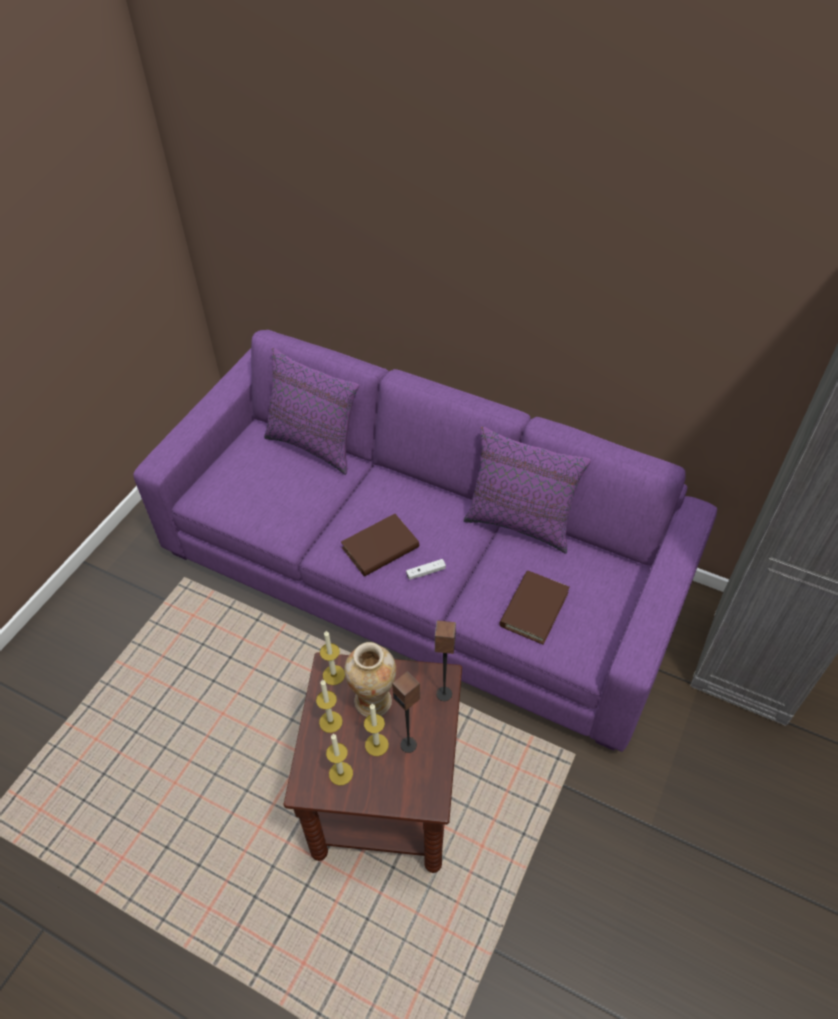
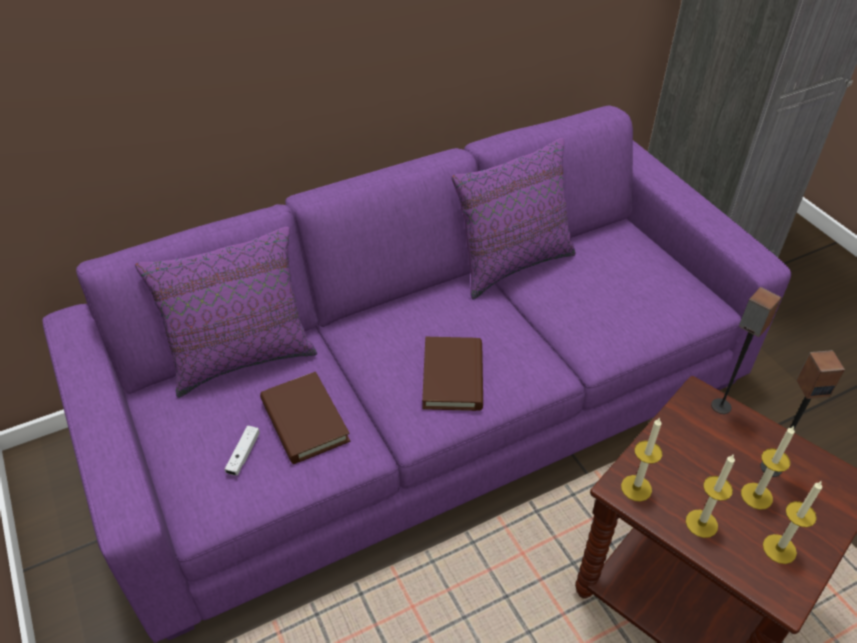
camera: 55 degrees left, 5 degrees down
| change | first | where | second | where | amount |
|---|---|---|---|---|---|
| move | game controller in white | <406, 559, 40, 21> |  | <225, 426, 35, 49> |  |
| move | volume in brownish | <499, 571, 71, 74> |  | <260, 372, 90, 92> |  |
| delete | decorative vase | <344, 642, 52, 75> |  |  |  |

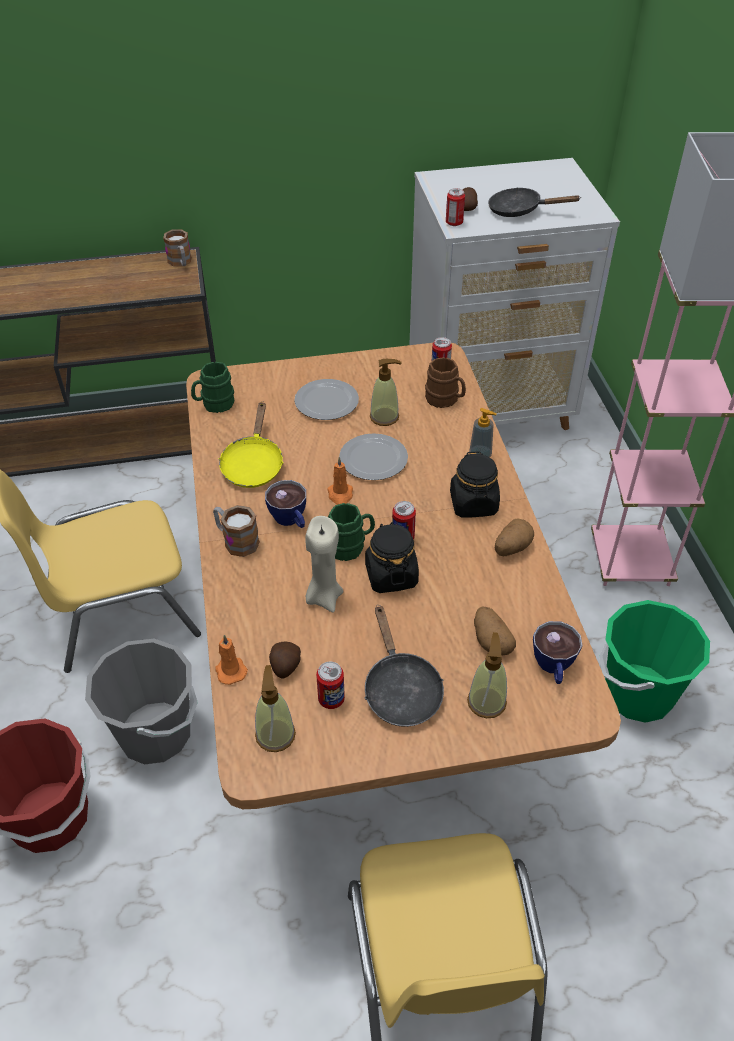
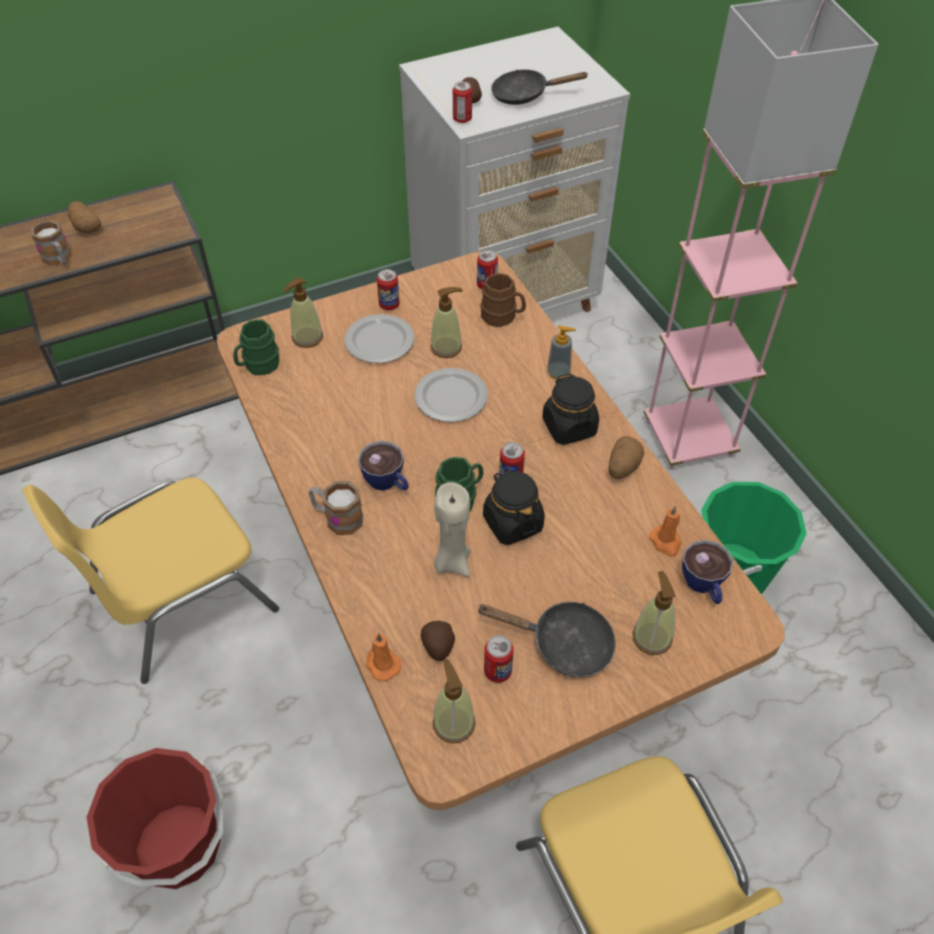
camera: 15 degrees left, 5 degrees up
| change | first | where | second | where | amount |
|---|---|---|---|---|---|
| move | coffee mug | <163, 229, 29, 38> |  | <31, 220, 40, 46> |  |
| move | whole potato | <474, 607, 42, 49> |  | <68, 201, 33, 32> |  |
| insert |  |  | liquid soap bottle | <283, 277, 40, 71> |  |
| insert |  |  | can | <377, 269, 23, 41> |  |
| rotate | skillet in black-coloured | <365, 606, 79, 121> |  | <477, 602, 139, 75> | 45 degrees counterclockwise |
| move | wax candle in orange-coloured | <327, 457, 26, 48> |  | <649, 506, 33, 51> |  |
| delete | pail in grey | <85, 639, 113, 125> |  |  |  |
| delete | skillet in yellow | <219, 401, 65, 87> |  |  |  |

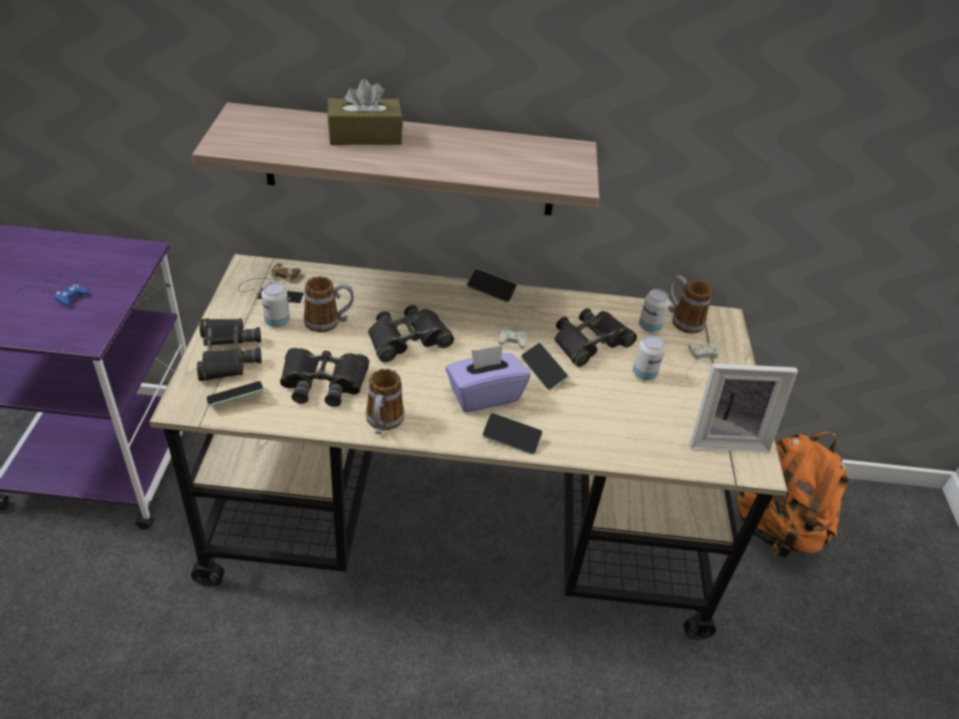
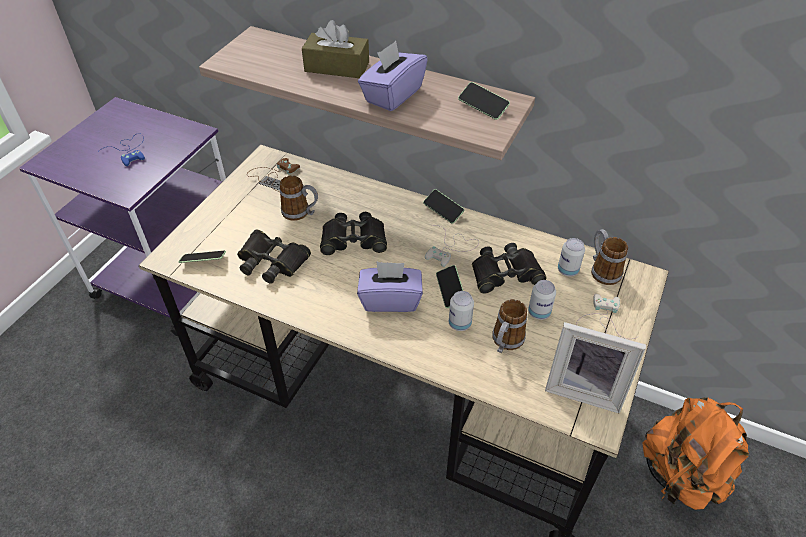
camera: 25 degrees right, 5 degrees up
| change | first | where | second | where | amount |
|---|---|---|---|---|---|
| insert |  |  | tissue holder in purple-coloured | <358, 41, 70, 70> |  |
| move | can | <261, 282, 29, 46> |  | <449, 291, 25, 40> |  |
| move | telephone | <482, 412, 61, 43> |  | <458, 82, 52, 38> |  |
| move | coffee mug | <366, 369, 39, 65> |  | <492, 299, 35, 54> |  |
| delete | field glasses in black-coloured | <197, 319, 65, 62> |  |  |  |

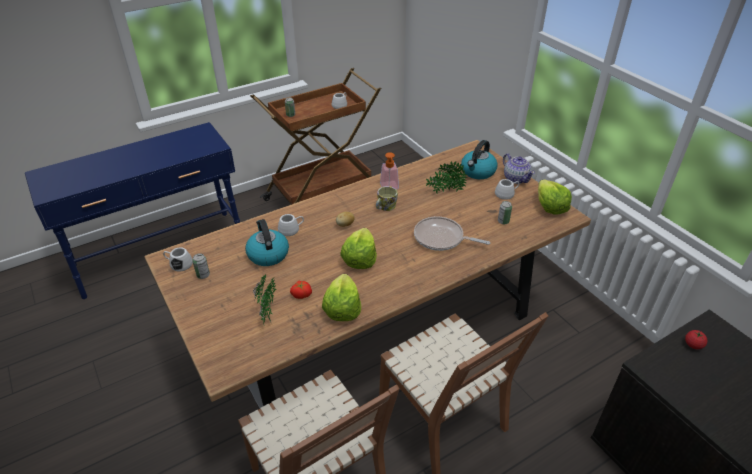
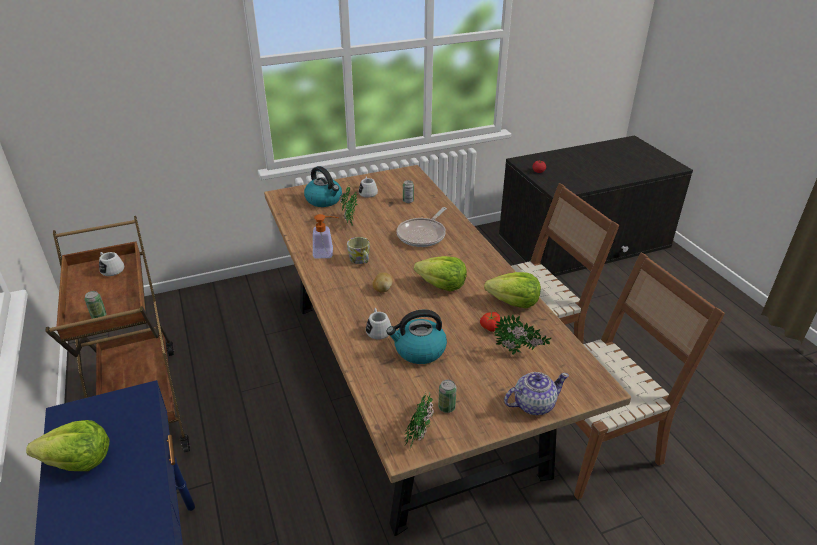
camera: 80 degrees left, 5 degrees down
| change | first | where | second | where | amount |
|---|---|---|---|---|---|
| move | lettuce head | <538, 180, 34, 35> |  | <26, 420, 84, 51> |  |
| replace | coffee mug in white | <163, 247, 30, 25> | houseplant | <404, 392, 30, 58> |  |
| move | pot for tea | <503, 153, 32, 31> |  | <504, 372, 65, 43> |  |

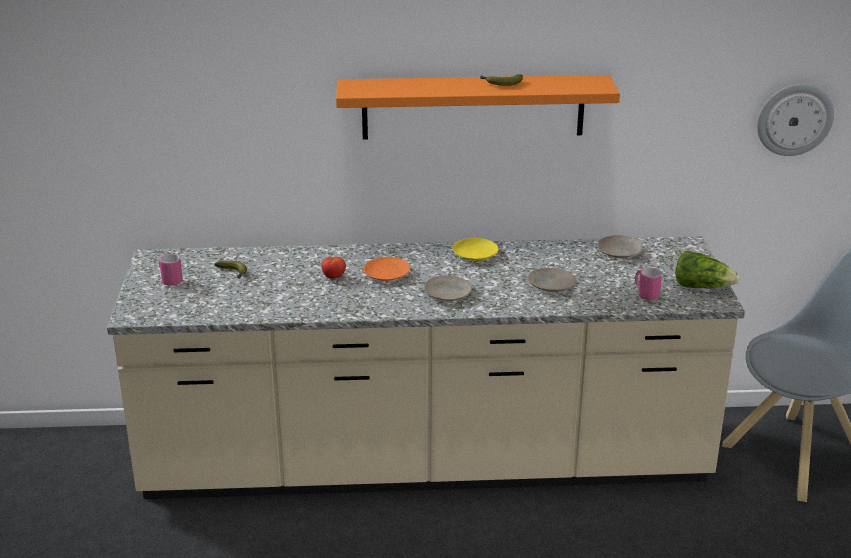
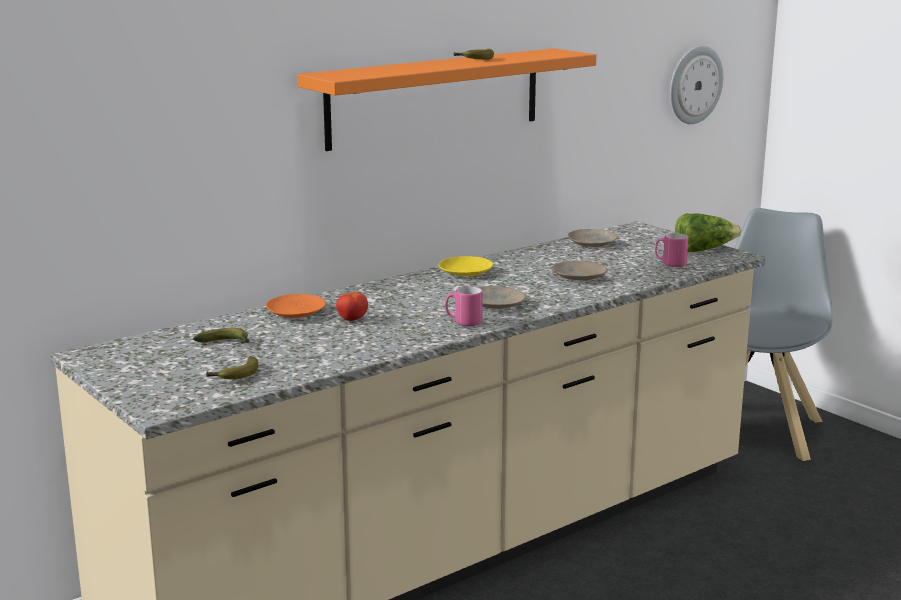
camera: 35 degrees left, 10 degrees down
| change | first | where | second | where | amount |
|---|---|---|---|---|---|
| insert |  |  | banana | <206, 356, 52, 23> |  |
| move | flat dish in orange-coloured | <364, 257, 46, 24> |  | <266, 294, 60, 24> |  |
| move | coffee mug in pinkish | <159, 254, 24, 32> |  | <445, 286, 38, 40> |  |

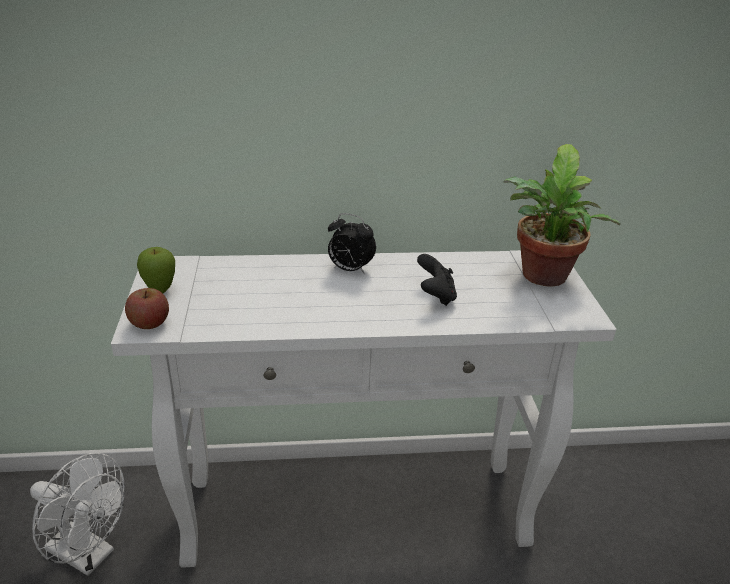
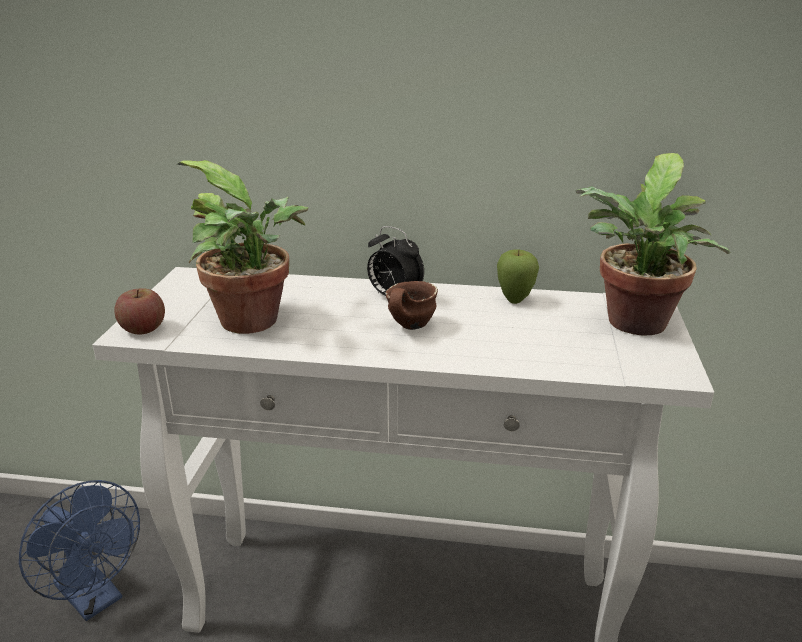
camera: 15 degrees right, 5 degrees down
| change | first | where | second | where | amount |
|---|---|---|---|---|---|
| recolor | cooling fan in white | <30, 453, 95, 123> | cooling fan in bluish | <19, 480, 121, 141> |  |
| insert |  |  | houseplant | <176, 160, 132, 174> |  |
| insert |  |  | coffee mug in brownish | <385, 281, 53, 49> |  |
| move | apple | <137, 247, 38, 46> |  | <497, 249, 42, 55> |  |
| delete | game controller in black-coloured | <417, 254, 40, 52> |  |  |  |

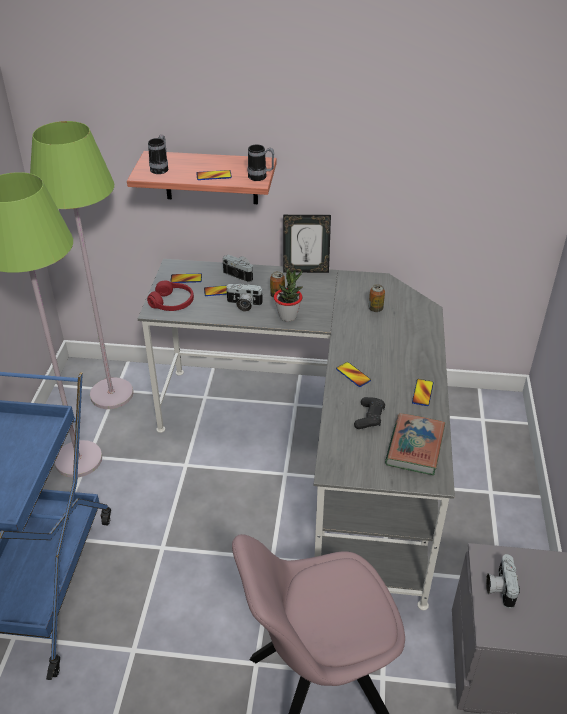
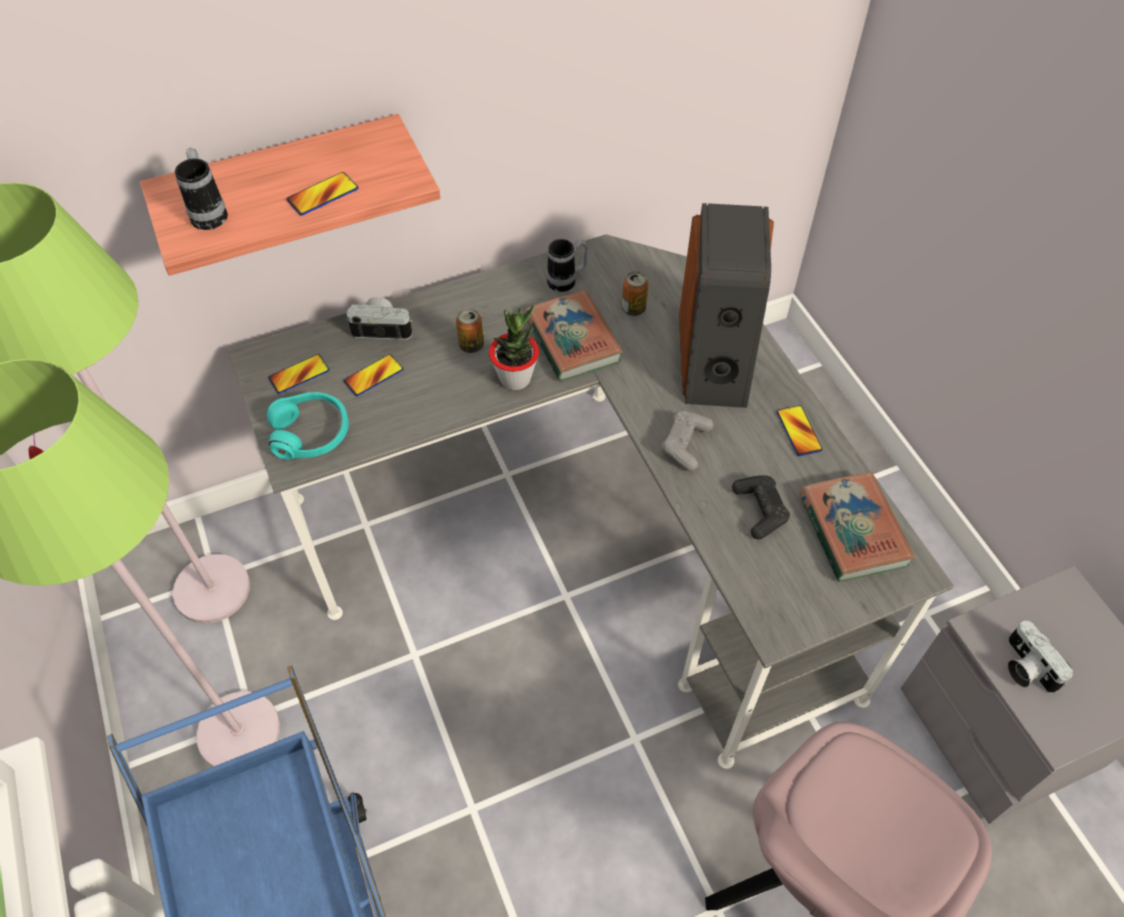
camera: 30 degrees left, 15 degrees up
| change | first | where | second | where | amount |
|---|---|---|---|---|---|
| recolor | pair of headphones in red | <147, 281, 47, 30> | pair of headphones in turquoise-coloured | <267, 392, 82, 68> |  |
| insert |  |  | volume | <525, 290, 98, 91> |  |
| move | coffee mug | <248, 144, 26, 37> |  | <547, 239, 40, 53> |  |
| replace | telephone | <336, 362, 35, 25> | game controller in grey | <662, 411, 51, 60> |  |
| insert |  |  | speaker | <679, 203, 95, 205> |  |
| delete | still camera | <225, 284, 39, 28> |  |  |  |
| delete | standing frame | <283, 215, 48, 58> |  |  |  |

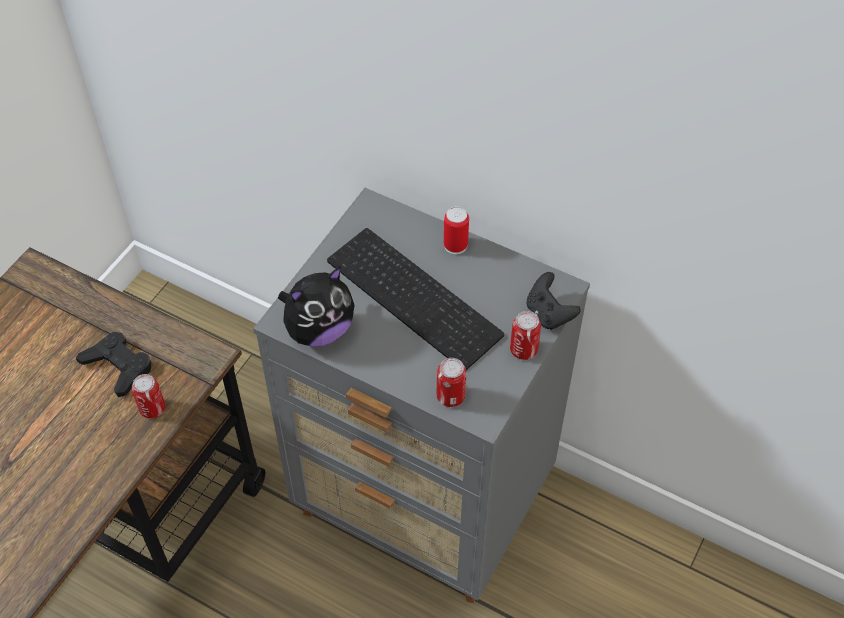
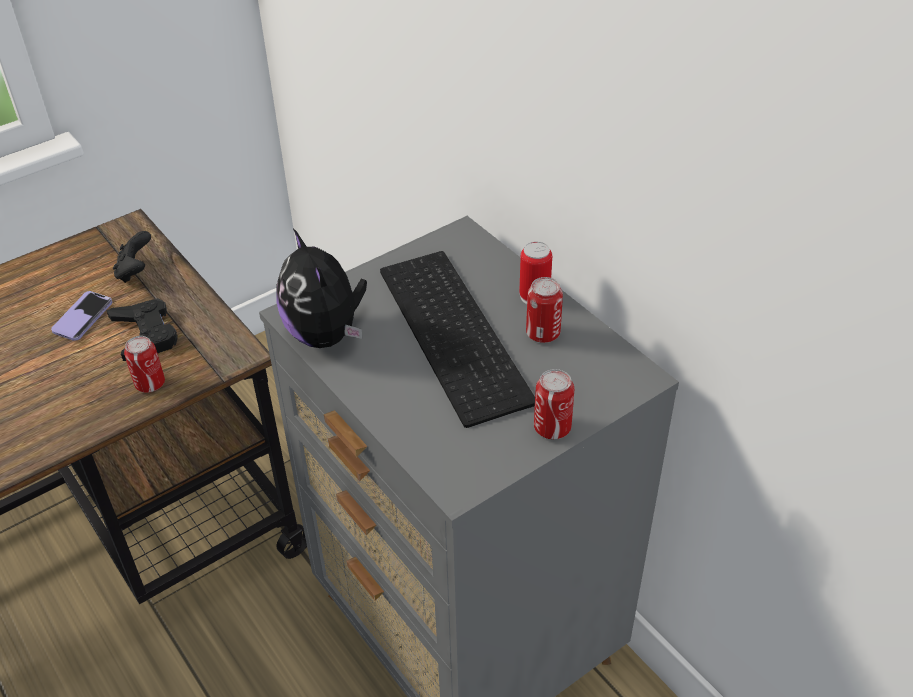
camera: 25 degrees right, 10 degrees down
| change | first | where | second | where | amount |
|---|---|---|---|---|---|
| insert |  |  | telephone | <51, 291, 61, 50> |  |
| move | game controller in black-coloured | <527, 272, 54, 58> |  | <113, 231, 38, 52> |  |
| rotate | cuddly toy | <278, 267, 76, 80> |  | <276, 228, 91, 120> | 75 degrees clockwise |
| move | can | <436, 358, 30, 49> |  | <526, 277, 37, 66> |  |

